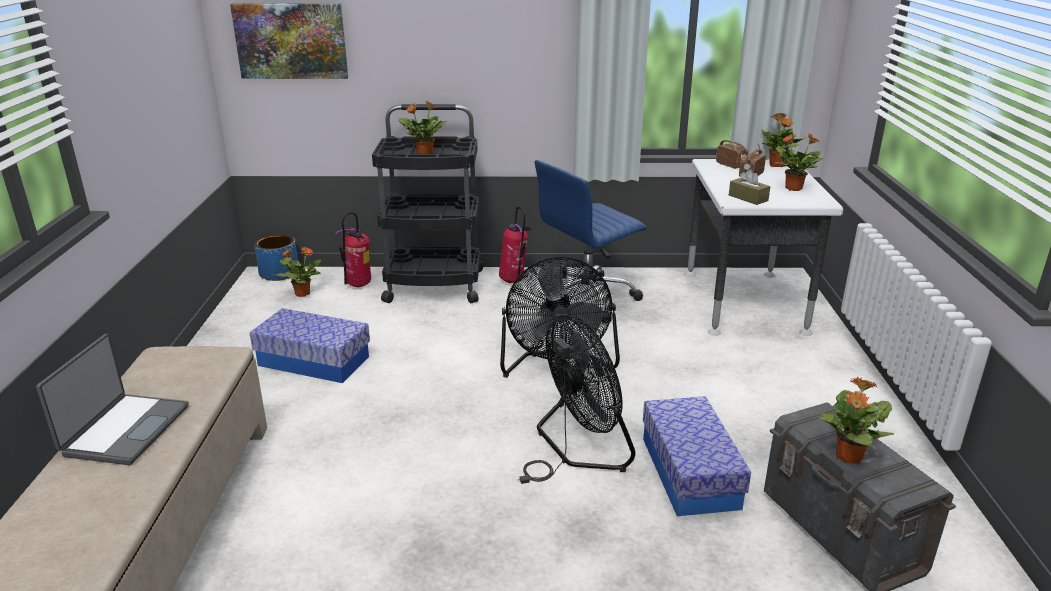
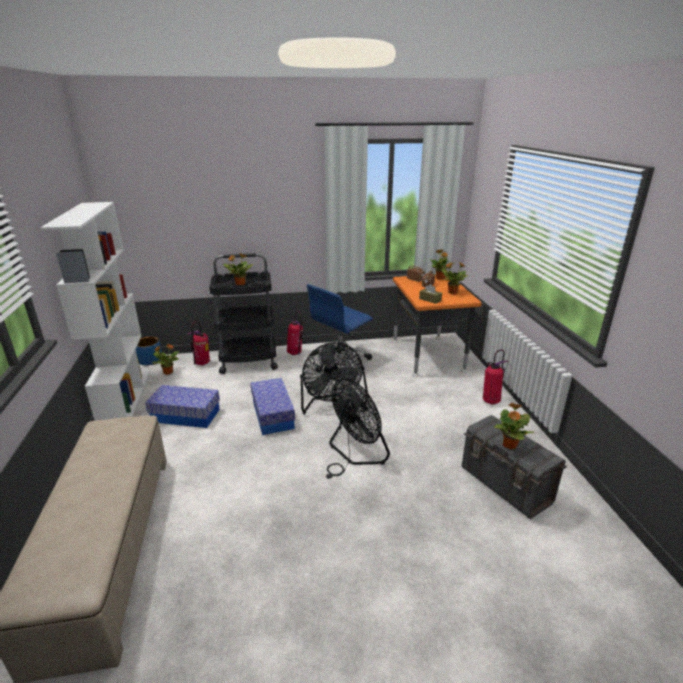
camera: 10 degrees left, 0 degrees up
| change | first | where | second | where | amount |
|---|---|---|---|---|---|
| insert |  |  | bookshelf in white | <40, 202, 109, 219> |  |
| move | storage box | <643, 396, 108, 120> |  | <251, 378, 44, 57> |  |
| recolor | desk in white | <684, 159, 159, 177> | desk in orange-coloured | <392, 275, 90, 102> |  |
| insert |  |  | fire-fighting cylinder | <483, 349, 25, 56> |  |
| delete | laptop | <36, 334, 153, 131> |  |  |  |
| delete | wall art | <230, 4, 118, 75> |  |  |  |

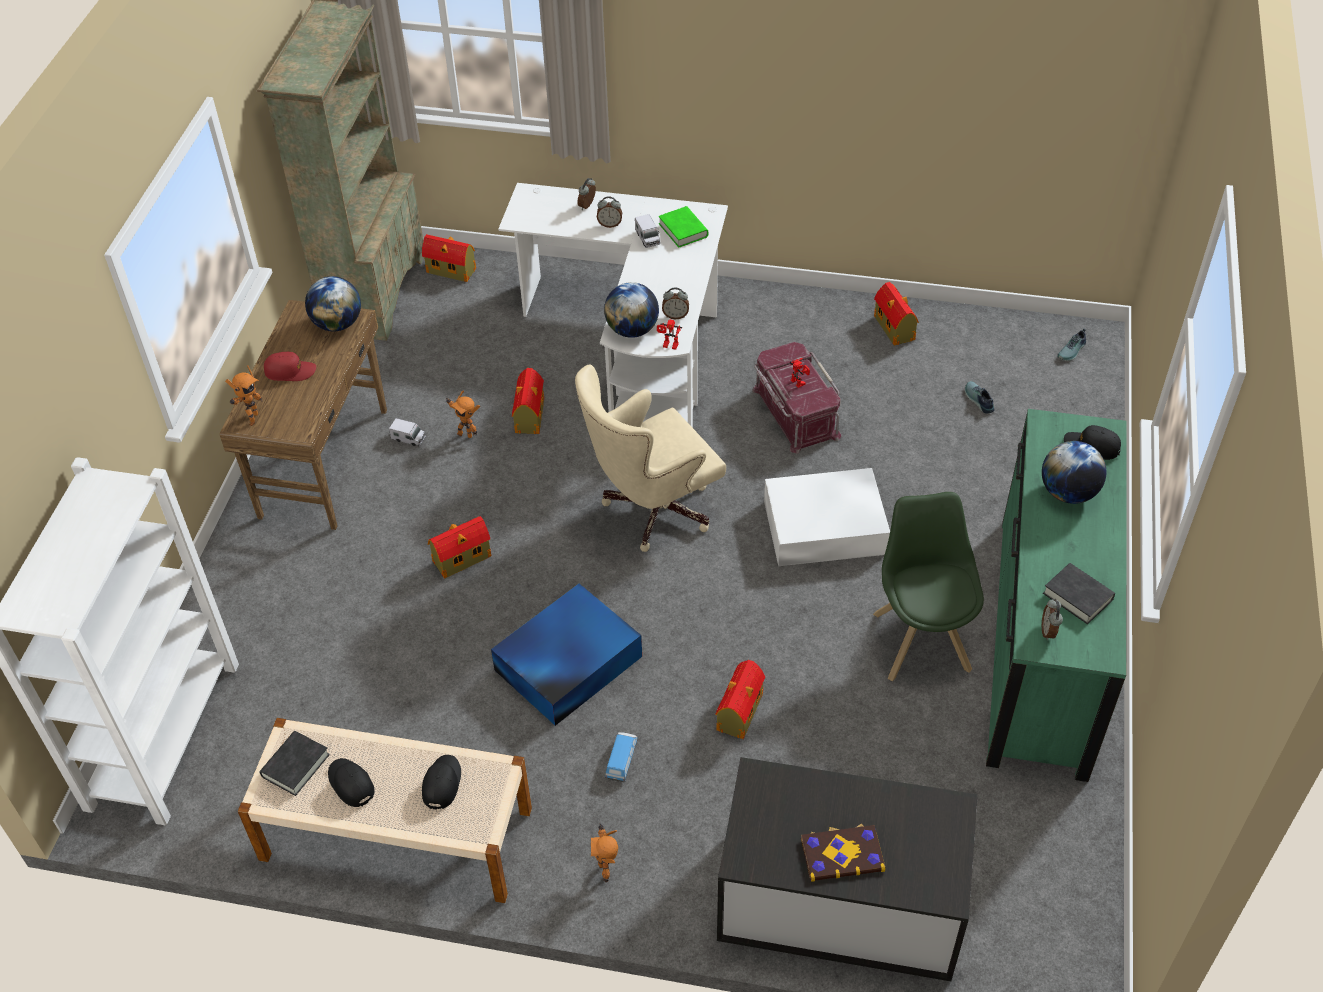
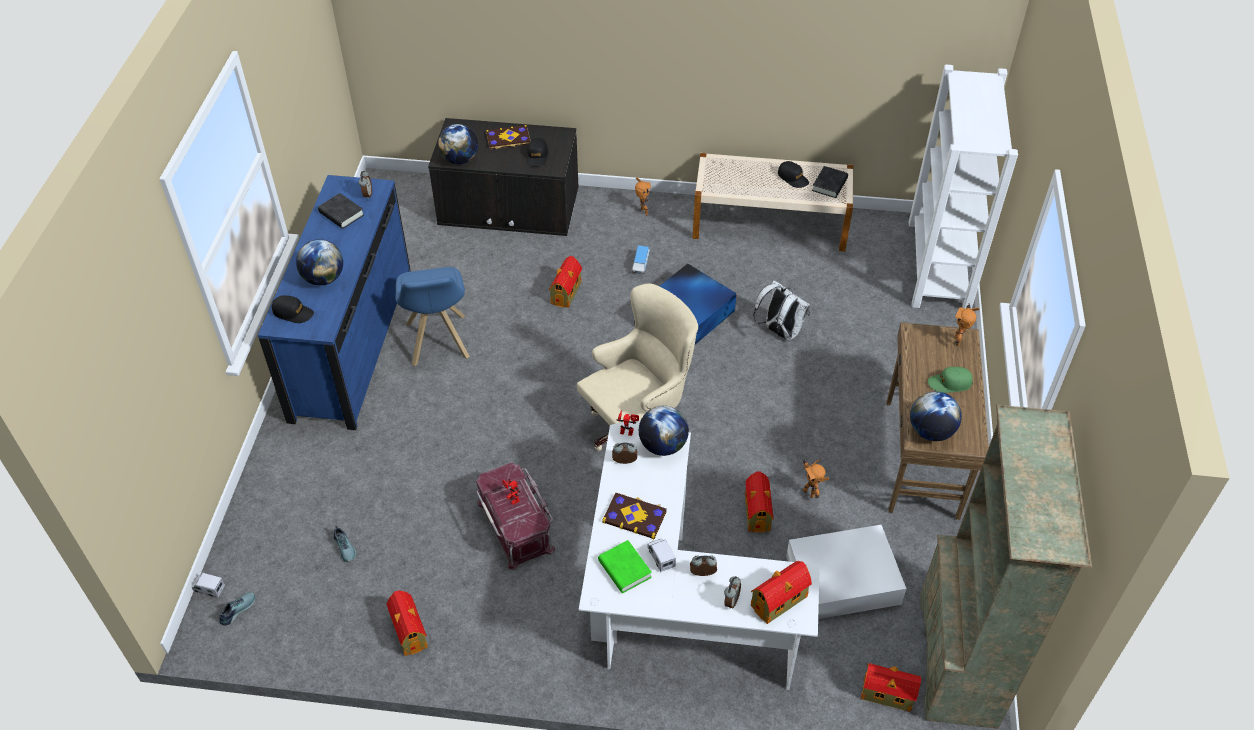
camera: 175 degrees right, 0 degrees up
| change | first | where | second | where | amount |
|---|---|---|---|---|---|
| move | toy lorry | <389, 418, 37, 28> |  | <192, 572, 33, 25> |  |
| recolor | drawer chest in green-coloured | <986, 409, 140, 373> | drawer chest in bluish | <258, 175, 153, 255> |  |
| recolor | upright chair in green-coloured | <873, 492, 111, 189> | upright chair in bluish | <395, 267, 75, 99> |  |
| insert |  |  | world globe | <438, 124, 40, 40> |  |
| move | baseball cap in black-coloured | <422, 755, 39, 54> |  | <527, 138, 21, 28> |  |
| insert |  |  | volume | <602, 492, 65, 47> |  |
| move | model house | <428, 516, 63, 62> |  | <751, 561, 61, 63> |  |
| insert |  |  | backpack in white | <753, 280, 57, 61> |  |
| move | storage box in white | <764, 468, 126, 98> |  | <786, 525, 121, 94> |  |
| rotate | model robot | <446, 390, 34, 48> |  | <803, 459, 26, 39> | 150 degrees counterclockwise |
| recolor | baseball cap in red | <264, 352, 52, 29> | baseball cap in green-coloured | <928, 367, 45, 26> |  |

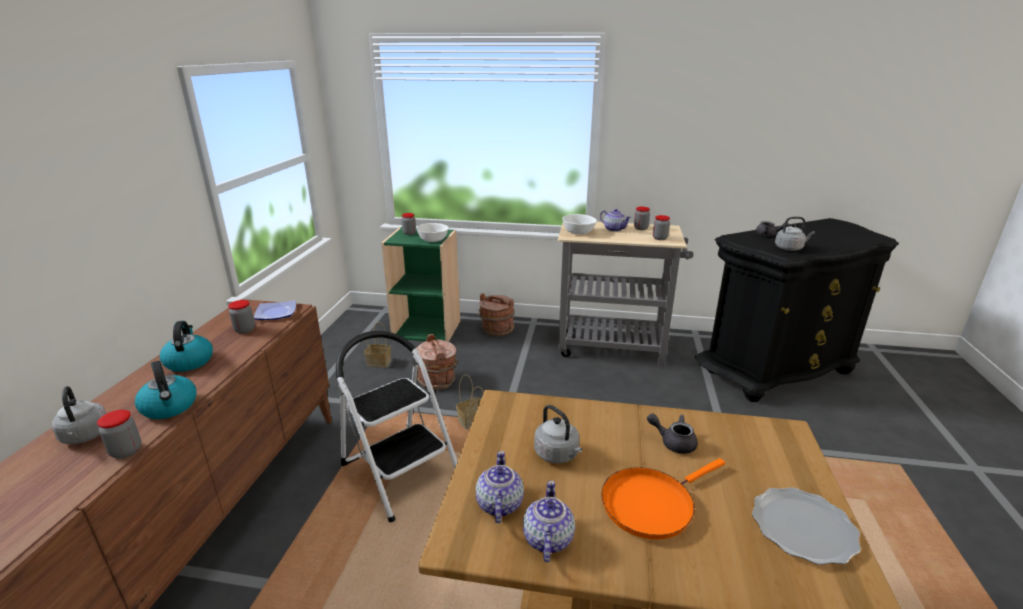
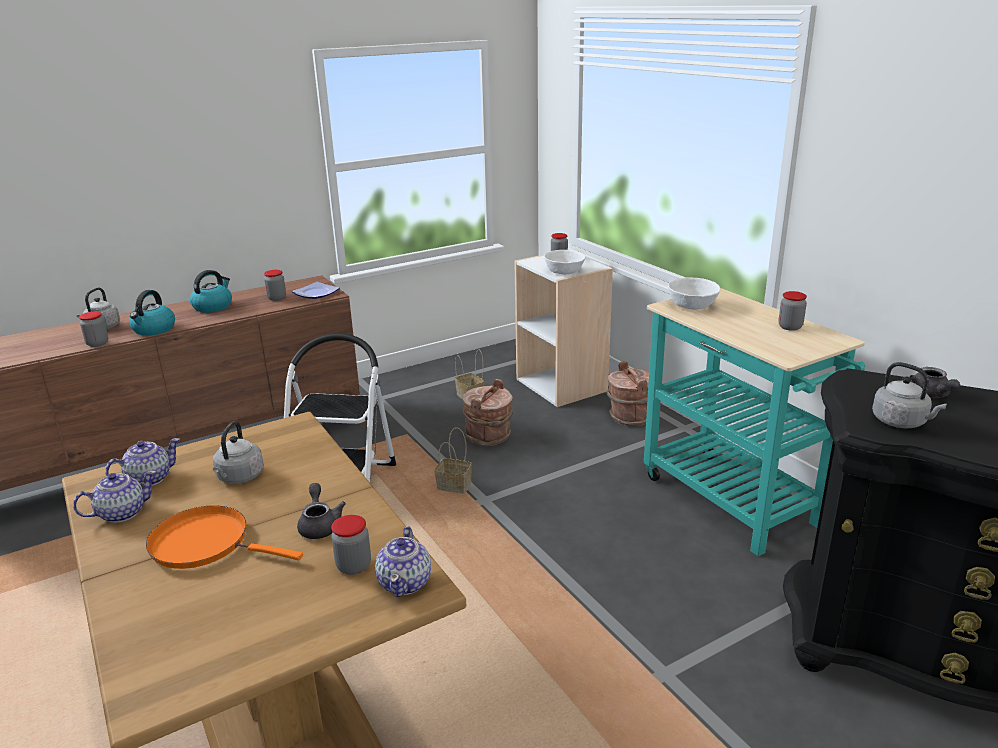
camera: 50 degrees right, 0 degrees up
| change | first | where | second | where | amount |
|---|---|---|---|---|---|
| move | preserve jar | <653, 215, 17, 25> |  | <331, 515, 40, 60> |  |
| move | pot for tea | <600, 209, 31, 23> |  | <375, 526, 56, 71> |  |
| recolor | bookshelf in green-coloured | <381, 227, 79, 115> | bookshelf in white | <514, 254, 99, 153> |  |
| recolor | wheeled cart in grey | <558, 222, 135, 145> | wheeled cart in turquoise-coloured | <644, 288, 221, 268> |  |
| delete | flat dish | <752, 487, 109, 78> |  |  |  |

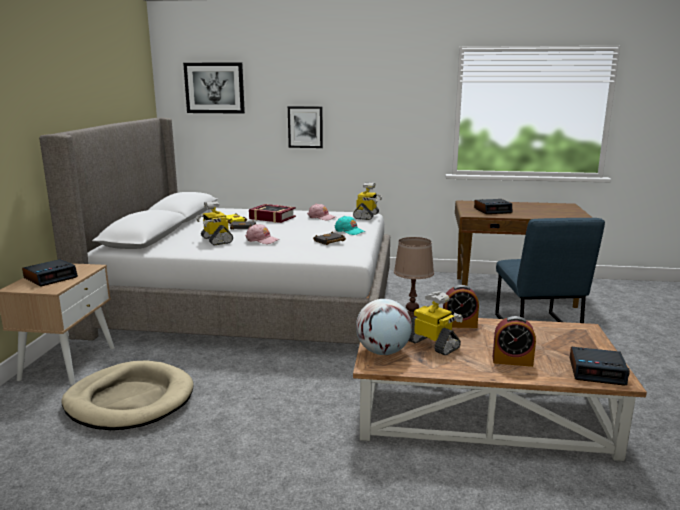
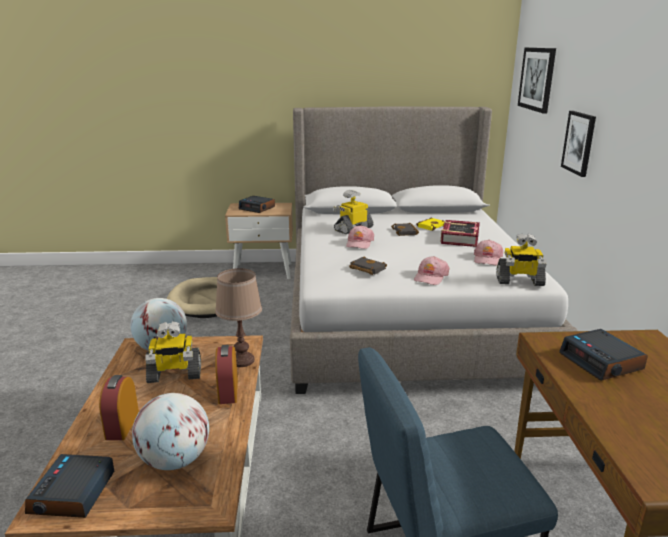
camera: 80 degrees right, 5 degrees up
| change | first | where | second | where | amount |
|---|---|---|---|---|---|
| insert |  |  | world globe | <132, 393, 77, 77> |  |
| rotate | model robot | <409, 291, 54, 64> |  | <145, 321, 56, 62> | 45 degrees clockwise |
| recolor | baseball cap in turquoise-coloured | <335, 216, 31, 19> | baseball cap in pinkish | <414, 256, 35, 29> |  |

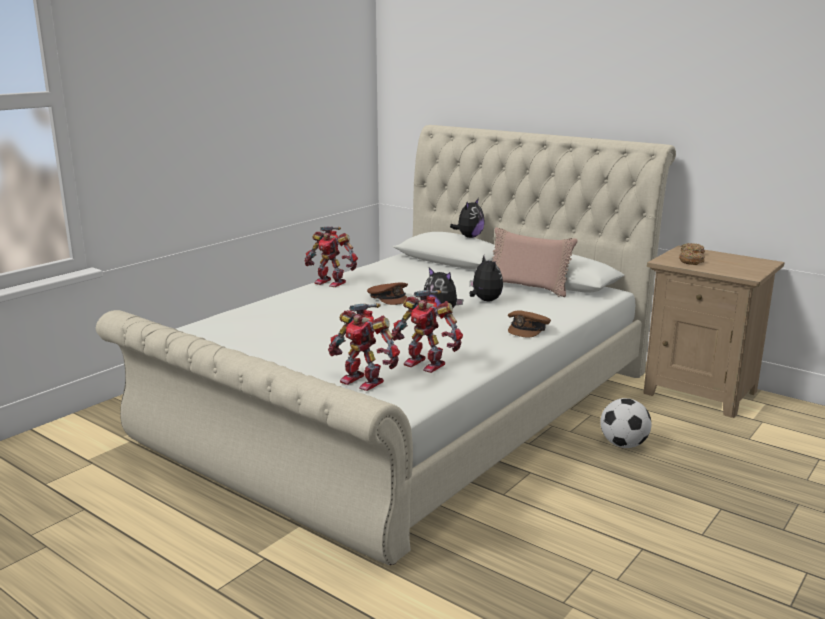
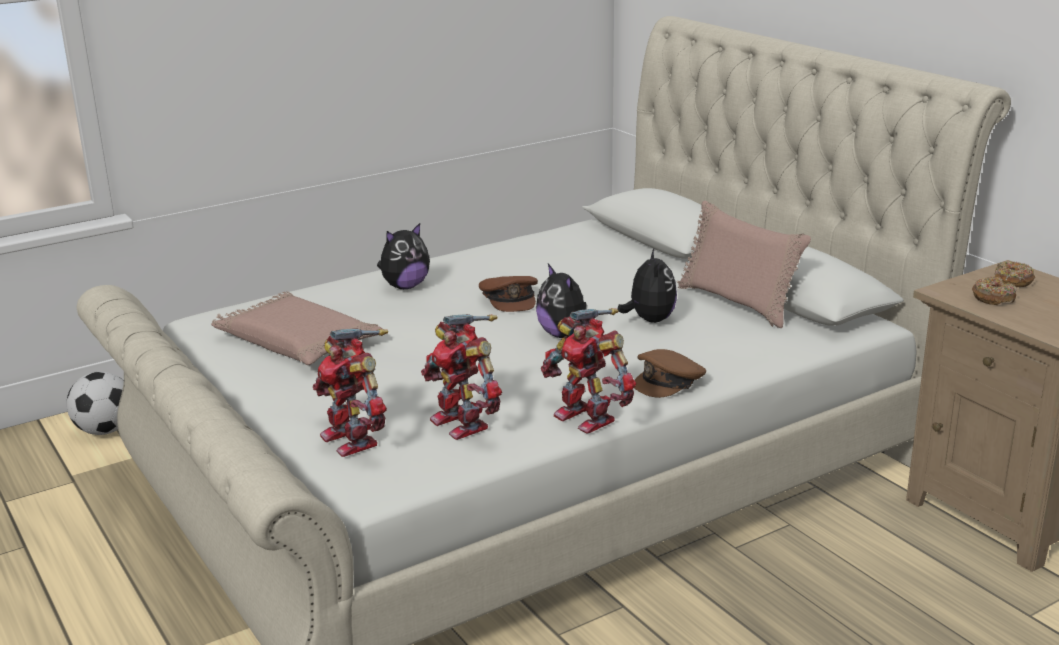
camera: 20 degrees right, 5 degrees up
| change | first | where | second | where | amount |
|---|---|---|---|---|---|
| move | football ball | <600, 398, 52, 50> |  | <66, 372, 58, 63> |  |
| insert |  |  | throw pillow in sand-coloured | <211, 291, 171, 74> |  |
| move | cuddly toy | <450, 198, 35, 40> |  | <377, 223, 53, 66> |  |
| move | model robot | <305, 226, 53, 61> |  | <541, 308, 95, 126> |  |

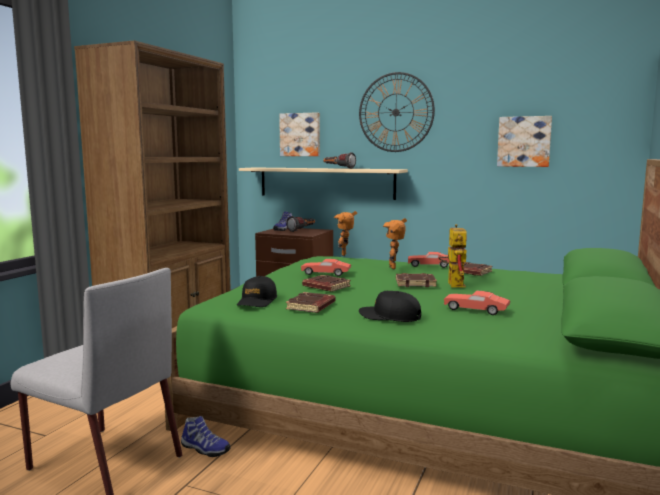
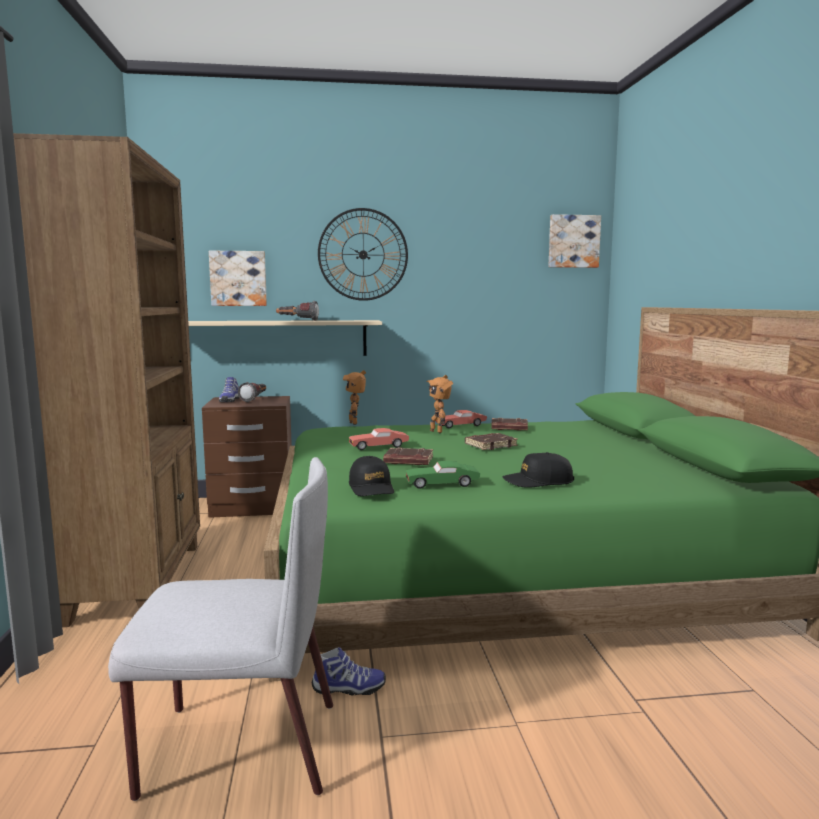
camera: 30 degrees left, 0 degrees up
| change | first | where | second | where | amount |
|---|---|---|---|---|---|
| replace | volume in brownish | <286, 292, 50, 21> | model car in green-coloured | <406, 461, 74, 28> |  |
| move | wall art | <497, 116, 55, 51> |  | <548, 214, 53, 54> |  |
| delete | model robot | <439, 224, 28, 63> |  |  |  |
| delete | model car in red | <444, 291, 66, 24> |  |  |  |

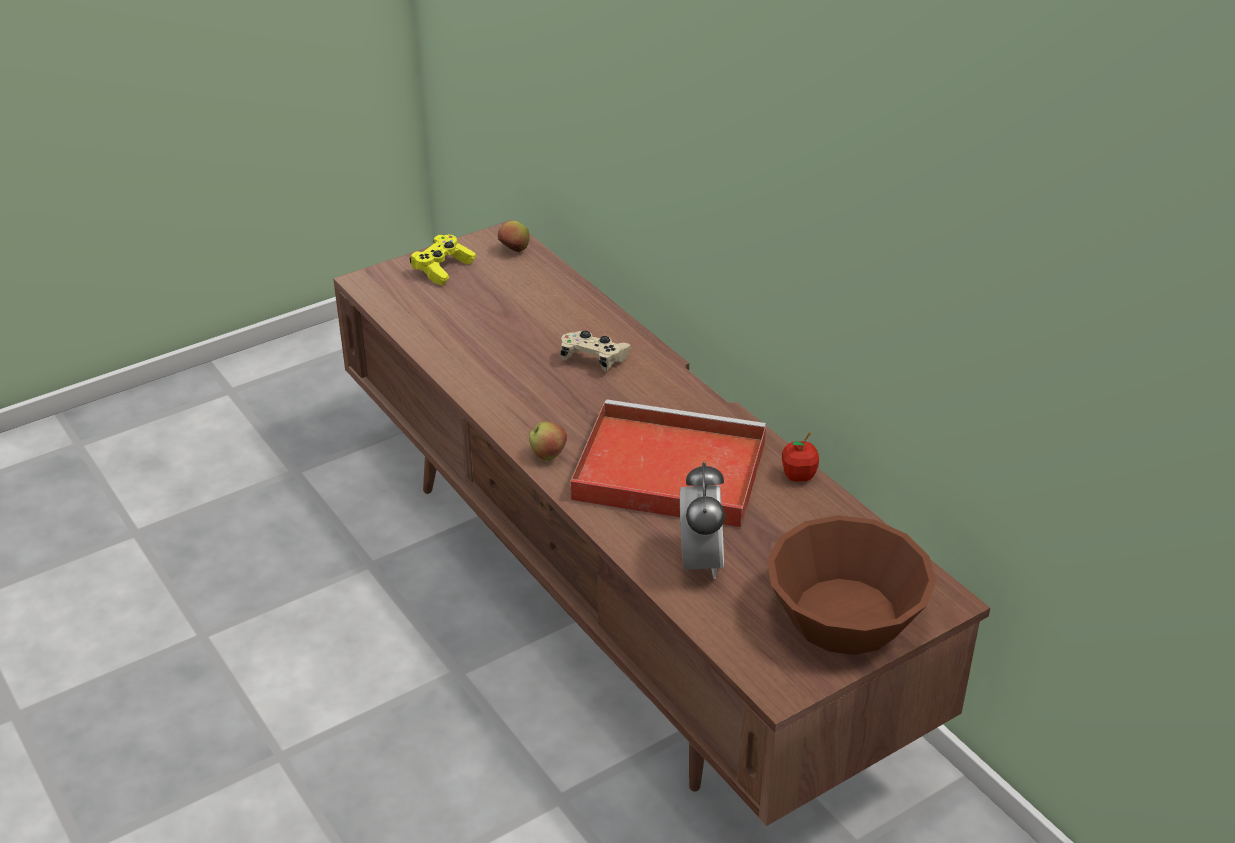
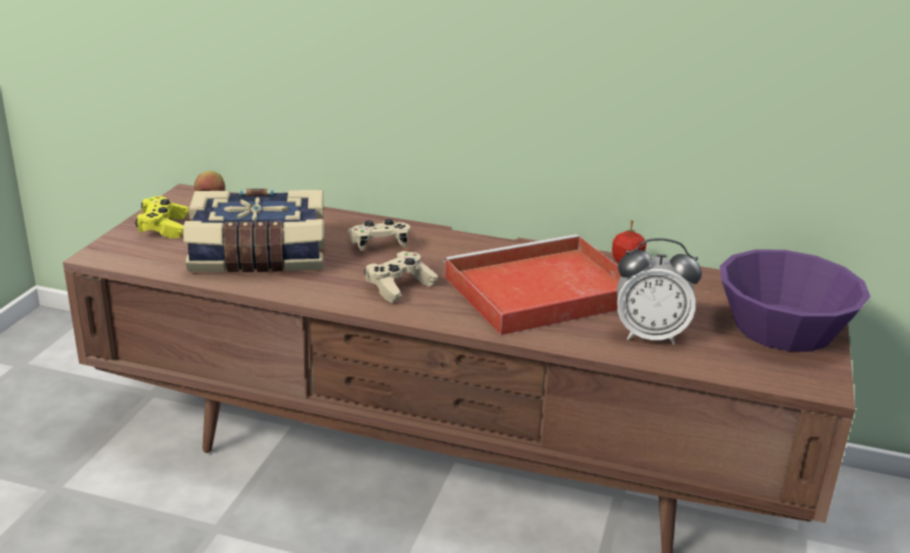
camera: 40 degrees left, 10 degrees down
| change | first | where | second | where | amount |
|---|---|---|---|---|---|
| insert |  |  | volume | <183, 189, 141, 83> |  |
| insert |  |  | game controller in sand-coloured | <364, 251, 74, 52> |  |
| rotate | table clock | <680, 462, 45, 117> |  | <617, 238, 85, 107> | 135 degrees clockwise |
| recolor | deep dish in brownish | <767, 515, 170, 140> | deep dish in purple-coloured | <720, 249, 151, 103> |  |
| delete | apple | <529, 422, 38, 39> |  |  |  |

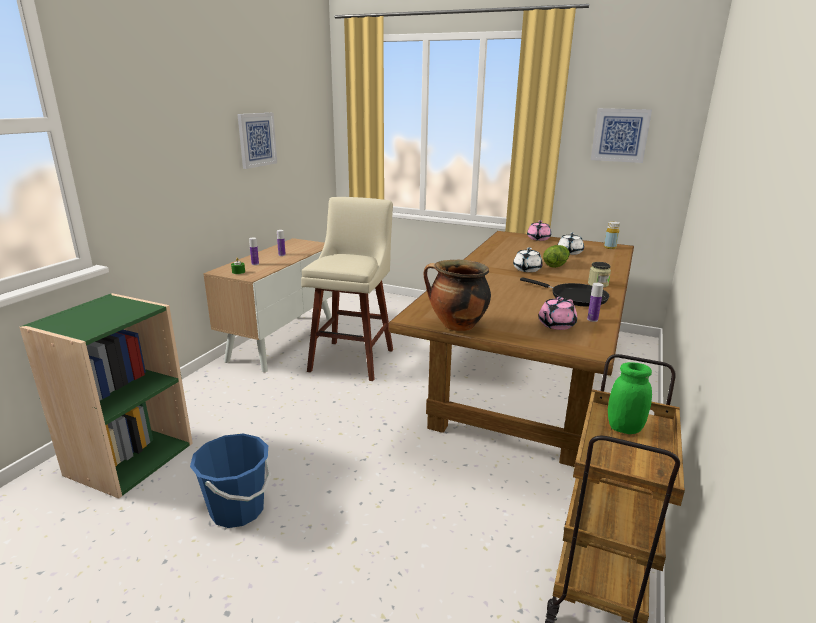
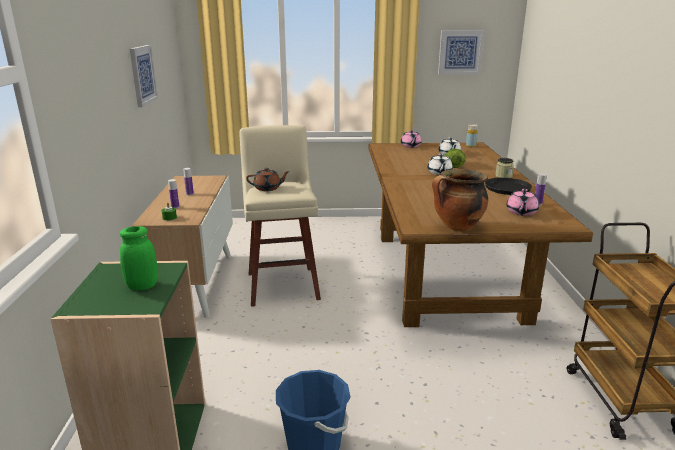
camera: 25 degrees left, 0 degrees up
| change | first | where | second | where | amount |
|---|---|---|---|---|---|
| move | preserve jar in green-coloured | <608, 362, 44, 72> |  | <120, 226, 37, 64> |  |
| insert |  |  | pot for tea in brownish | <246, 168, 44, 23> |  |

